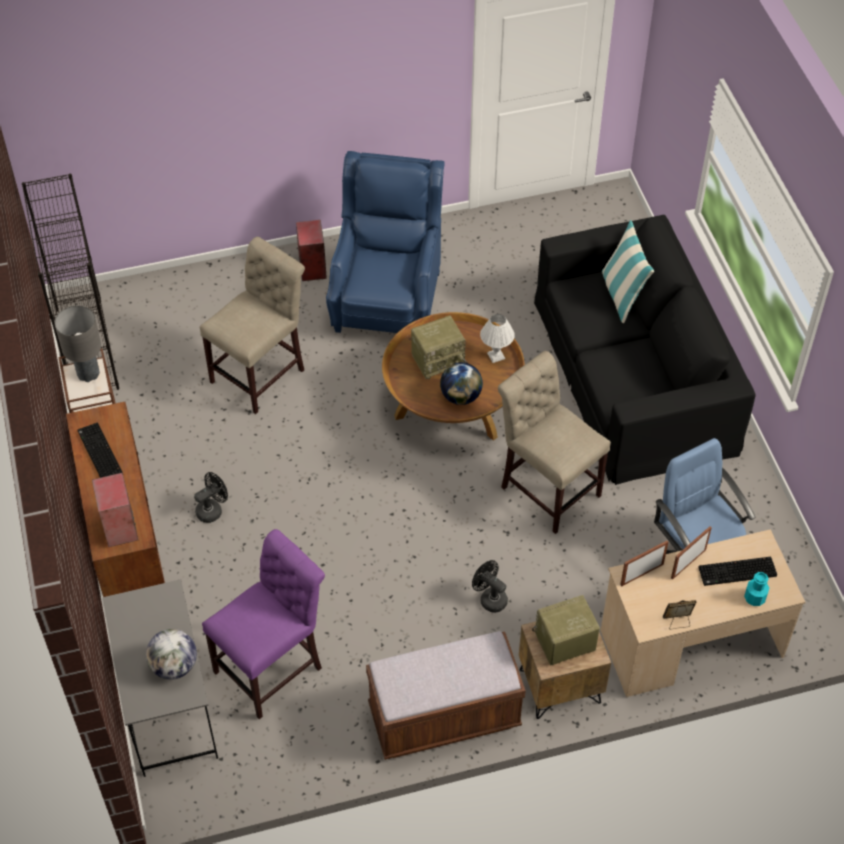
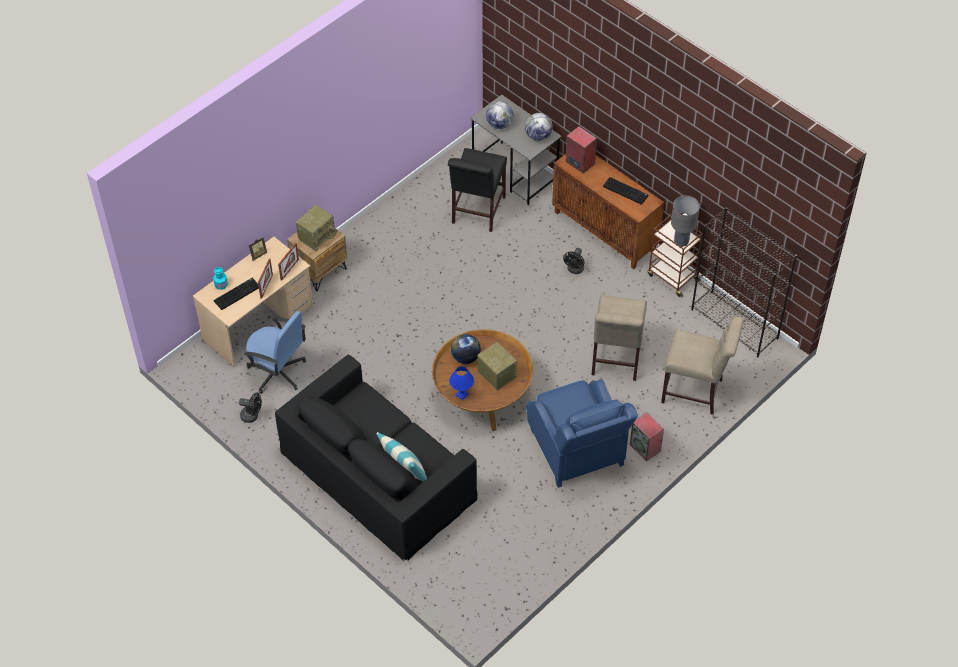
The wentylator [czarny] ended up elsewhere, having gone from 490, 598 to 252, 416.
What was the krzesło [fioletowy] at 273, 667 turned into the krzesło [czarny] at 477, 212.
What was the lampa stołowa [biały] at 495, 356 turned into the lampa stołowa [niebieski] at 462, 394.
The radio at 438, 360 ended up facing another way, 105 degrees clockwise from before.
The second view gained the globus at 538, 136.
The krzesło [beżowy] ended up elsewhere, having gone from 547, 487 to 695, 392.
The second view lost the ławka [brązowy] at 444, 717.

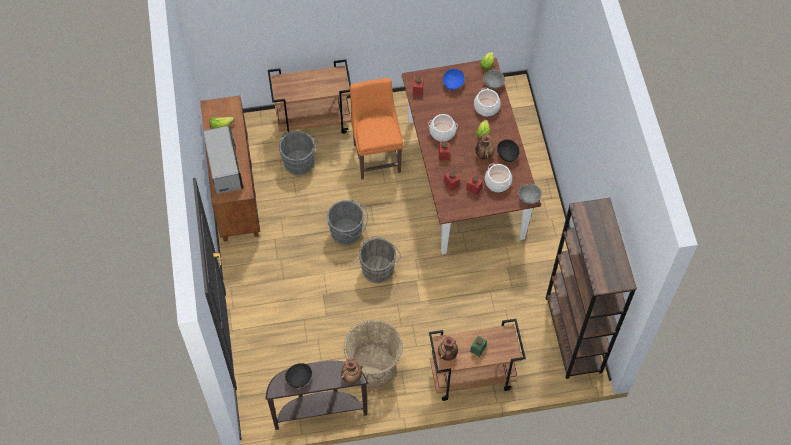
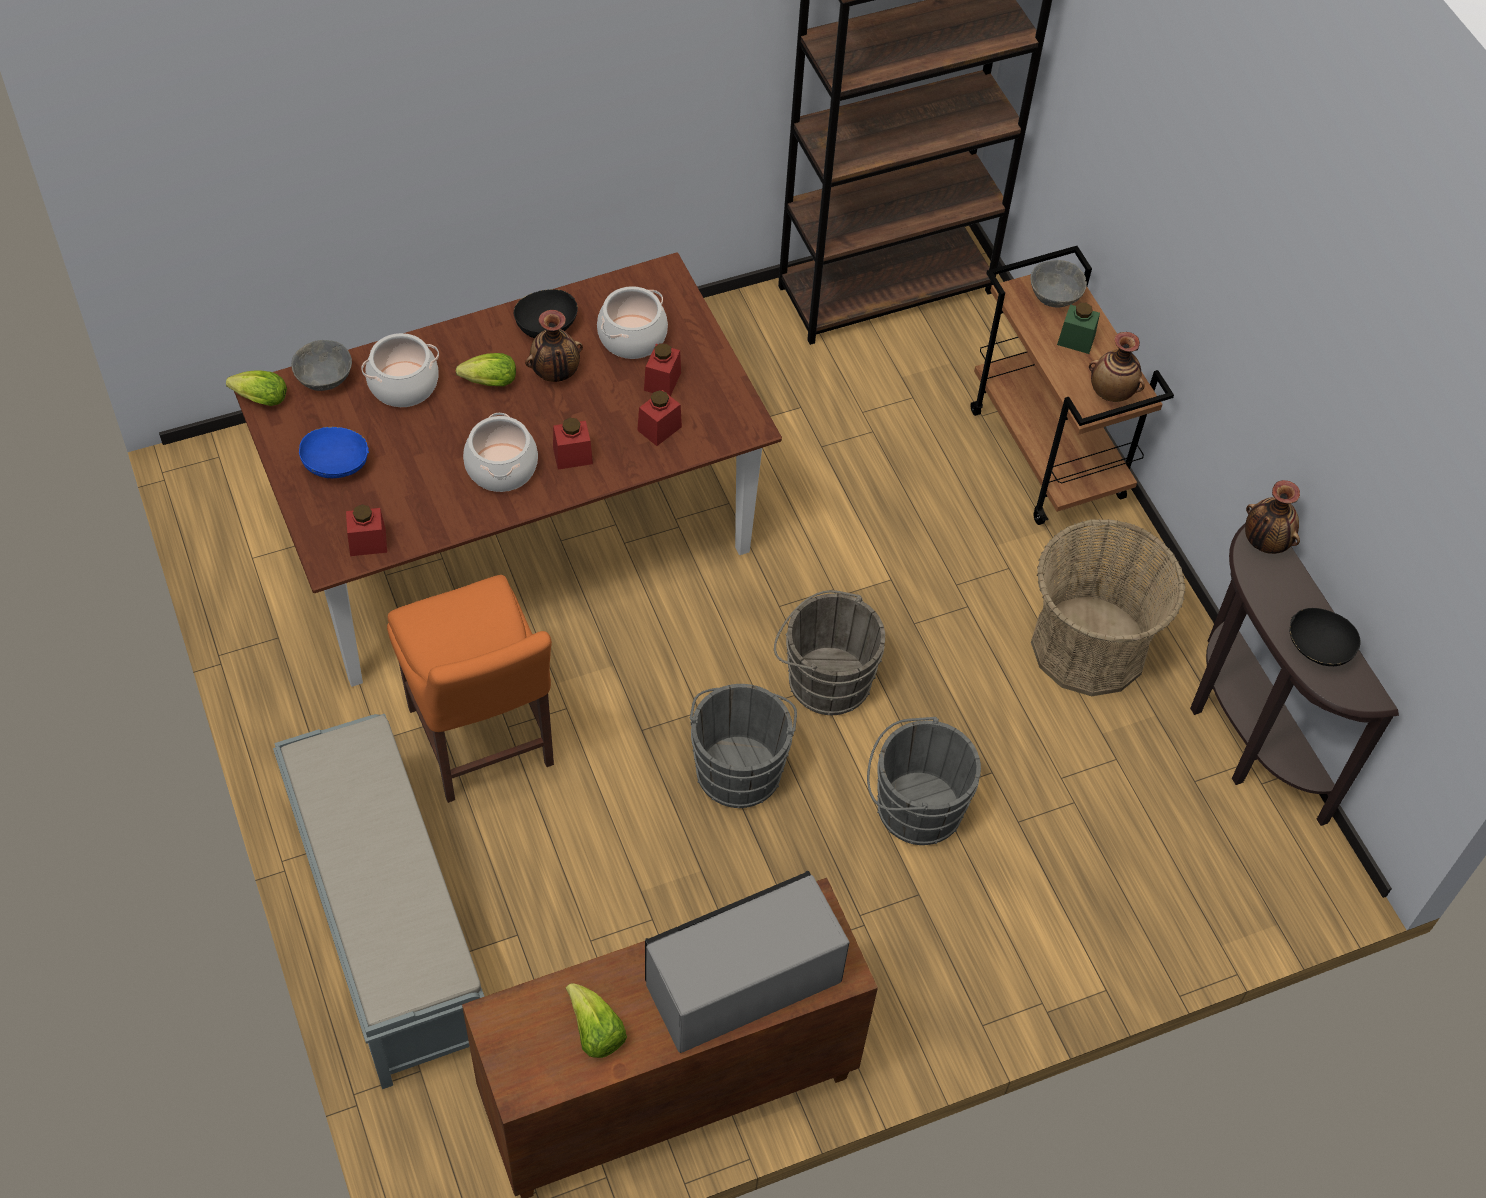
Where the wózek [brązowy] stood at 314, 121, the ławka [szary] came to stand at 388, 925.
The krzesło [pomarańczowy] at 376, 155 ended up facing another way, 90 degrees counterclockwise from before.
The wiadro [szary] ended up elsewhere, having gone from 299, 161 to 913, 807.
The miska [szary] ended up elsewhere, having gone from 528, 198 to 1054, 297.

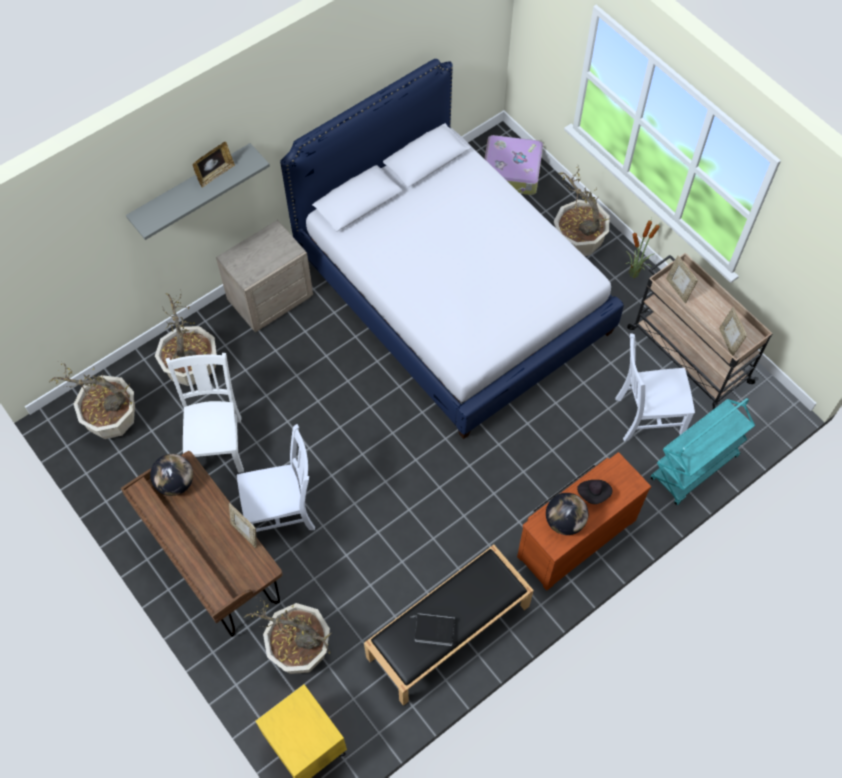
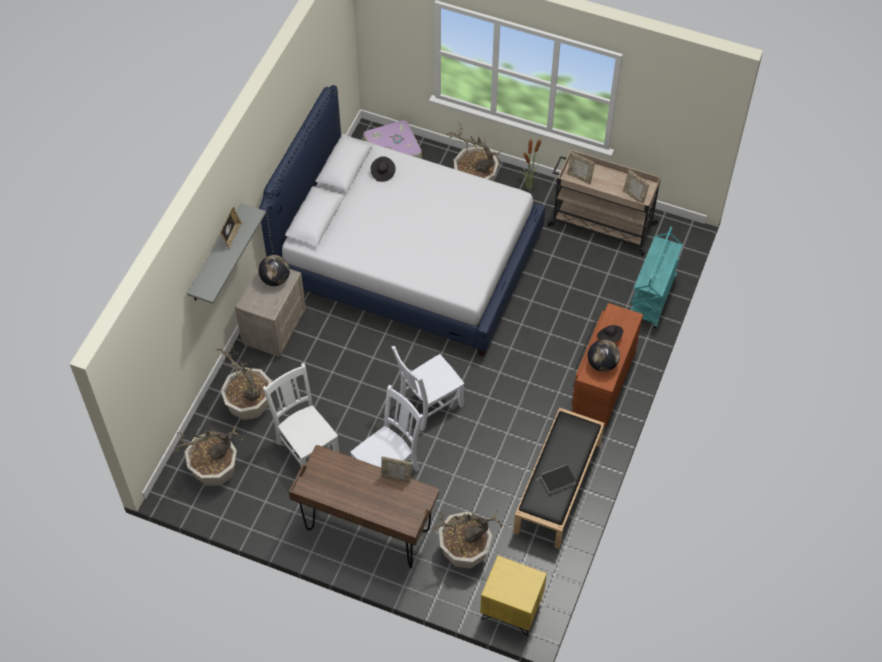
The globus ended up elsewhere, having gone from 175, 483 to 275, 279.
The second view gained the kapelusz [czarny] at 382, 173.
The krzesło [biały] ended up elsewhere, having gone from 646, 416 to 428, 405.

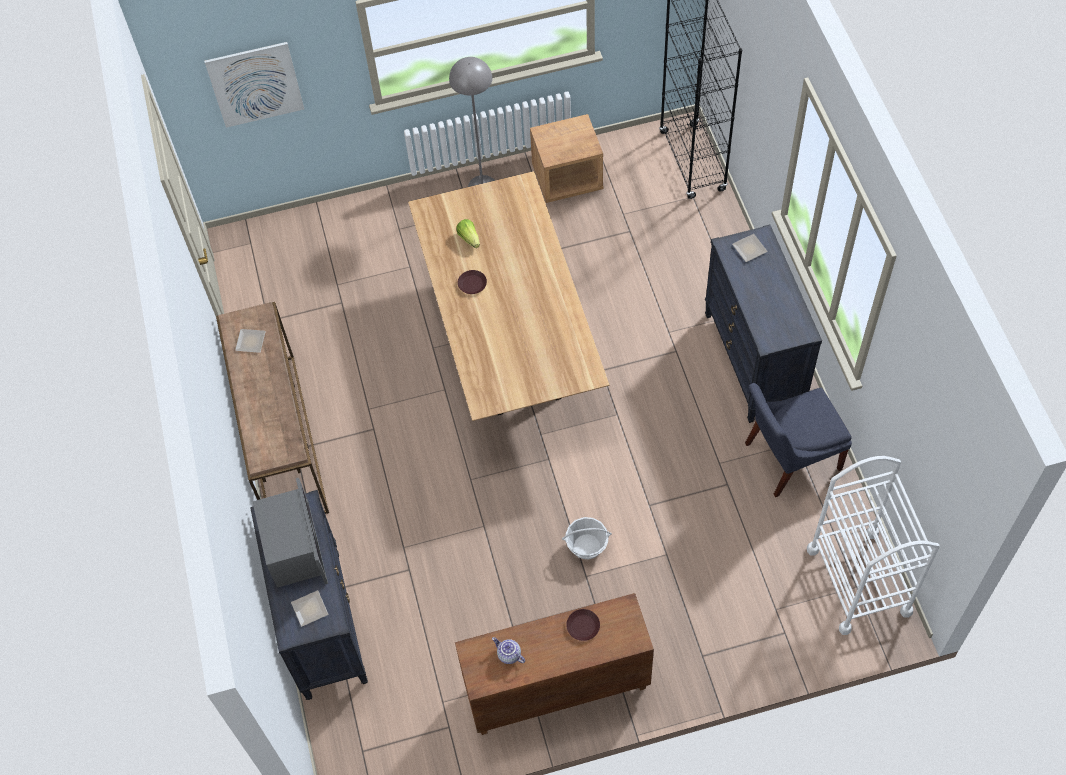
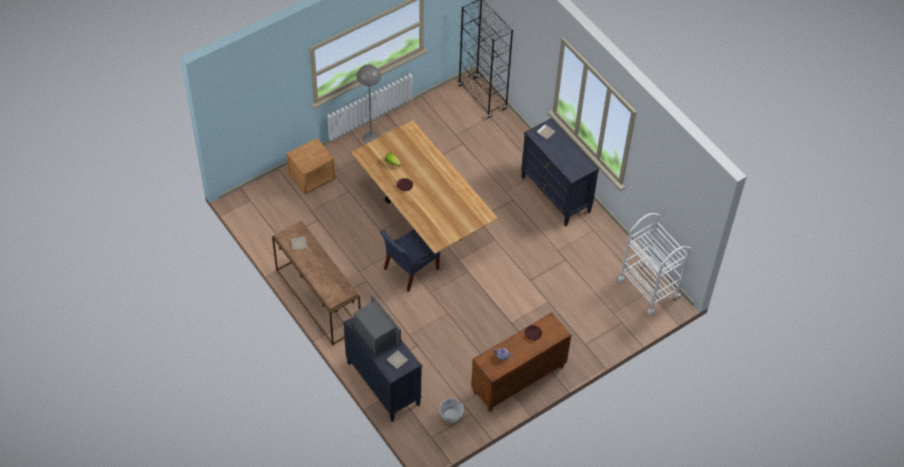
The szafka nocna [brązowy] ended up elsewhere, having gone from 567, 178 to 312, 177.
The krzesło [niebieski] ended up elsewhere, having gone from 788, 457 to 409, 270.
The koszyk ended up elsewhere, having gone from 587, 546 to 451, 415.
The second view lost the obraz at 255, 84.

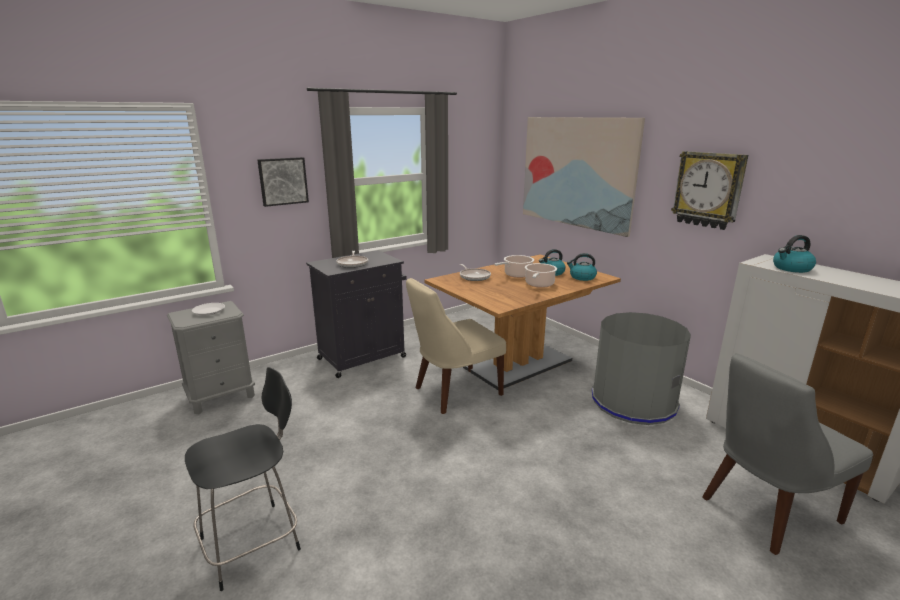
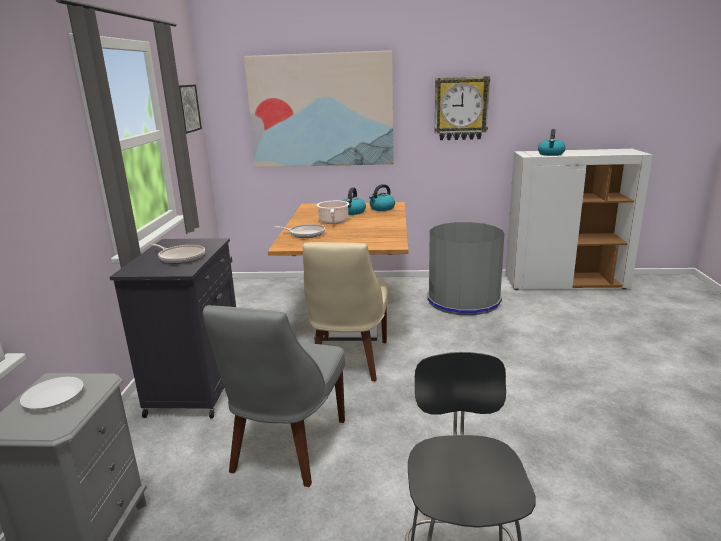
The obraz ended up elsewhere, having gone from 283, 181 to 185, 108.
The krzesło [szary] ended up elsewhere, having gone from 765, 510 to 286, 449.
The second view lost the garnek at 539, 284.

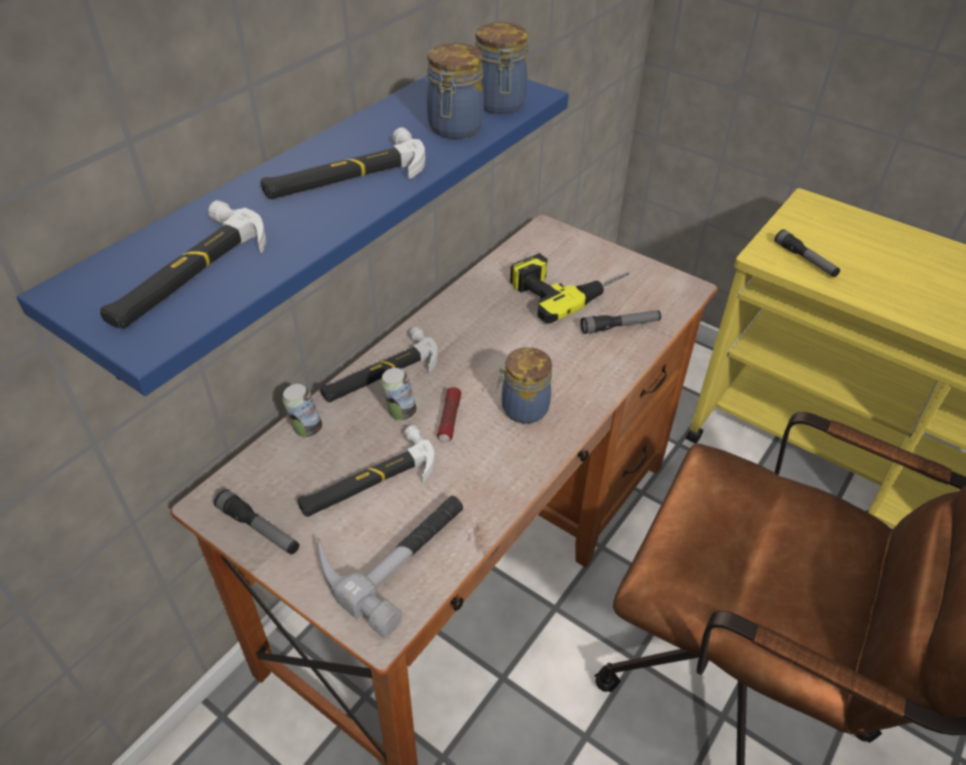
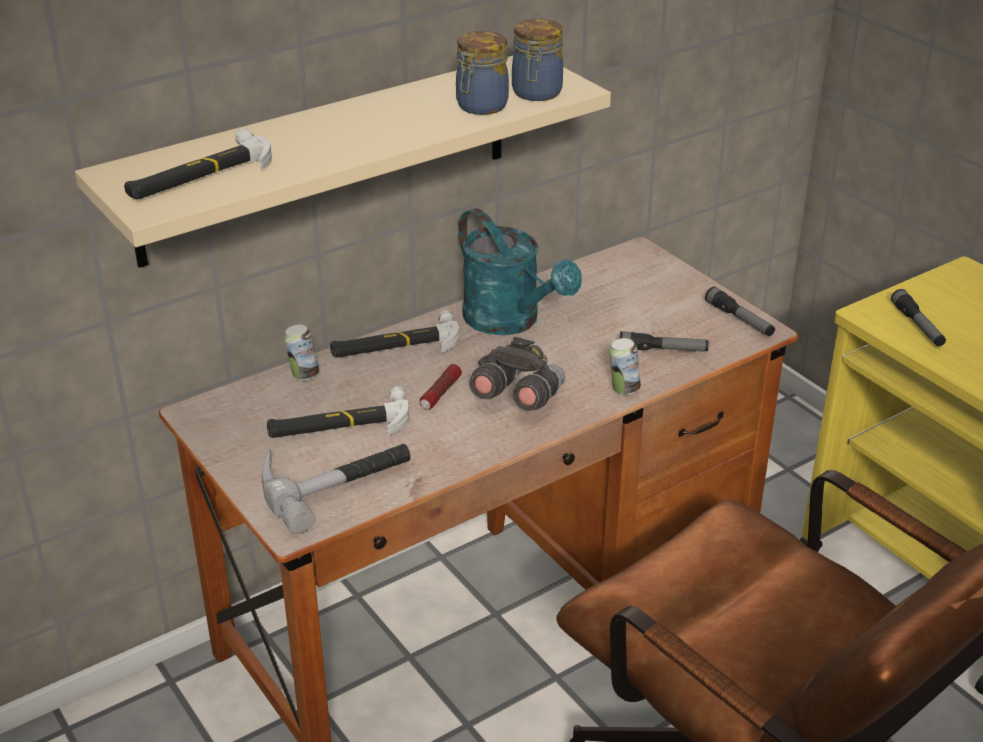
What was the półka [niebieski] at 293, 207 turned into the półka [beżowy] at 327, 157.
The second view gained the konewka [turkusowy] at 511, 321.
Where the słoik stood at 522, 408, the lornetka [szary] came to stand at 517, 398.
The puszka ended up elsewhere, having gone from 400, 413 to 623, 389.
The latarka ended up elsewhere, having gone from 259, 529 to 739, 319.
The second view lost the młotek at 346, 176.
The second view lost the wiertarka at 566, 287.

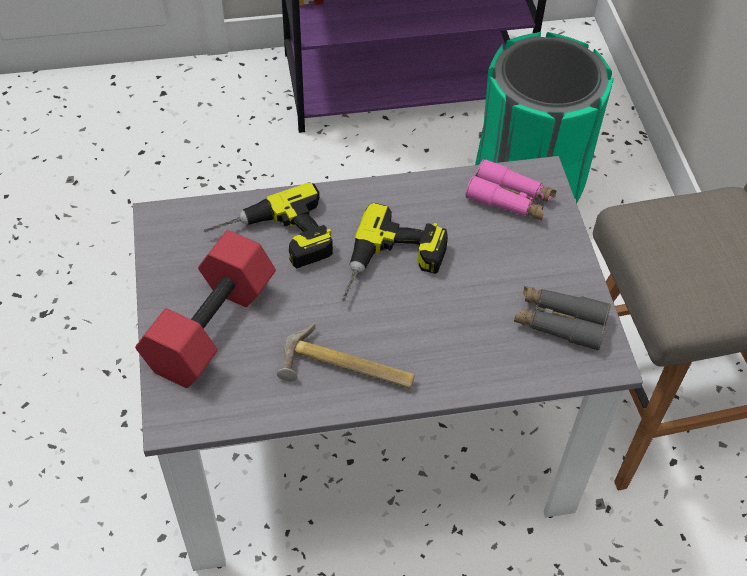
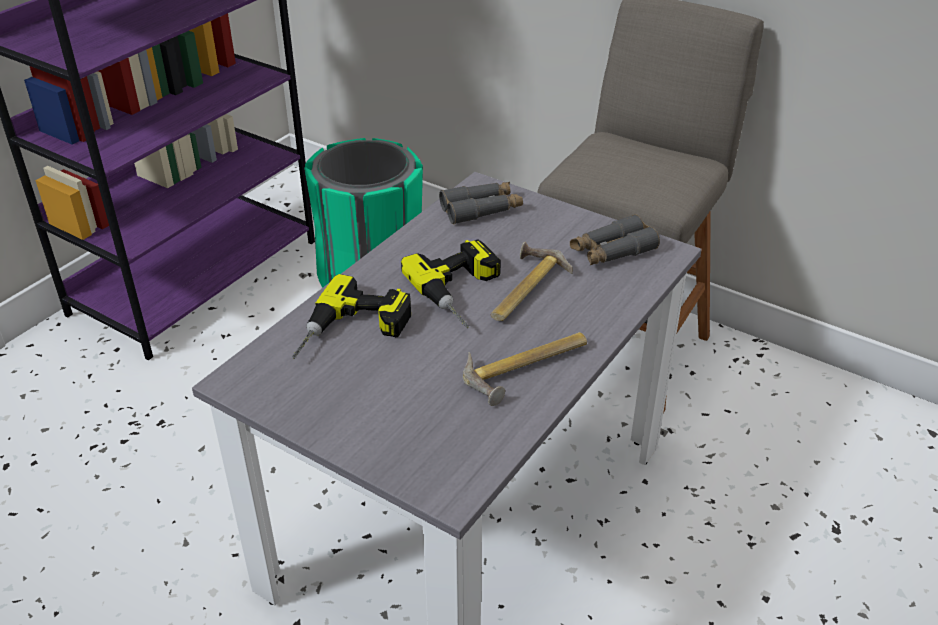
What was the lornetka [różowy] at 510, 199 turned into the lornetka [szary] at 481, 209.
The second view gained the młotek at 522, 289.
The second view lost the hantel [czerwony] at 209, 324.

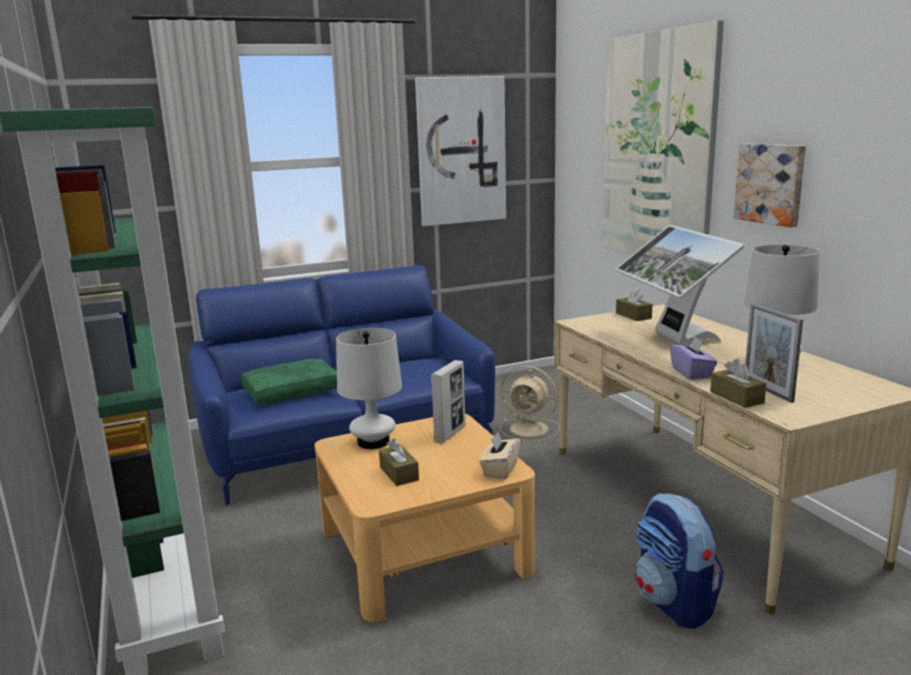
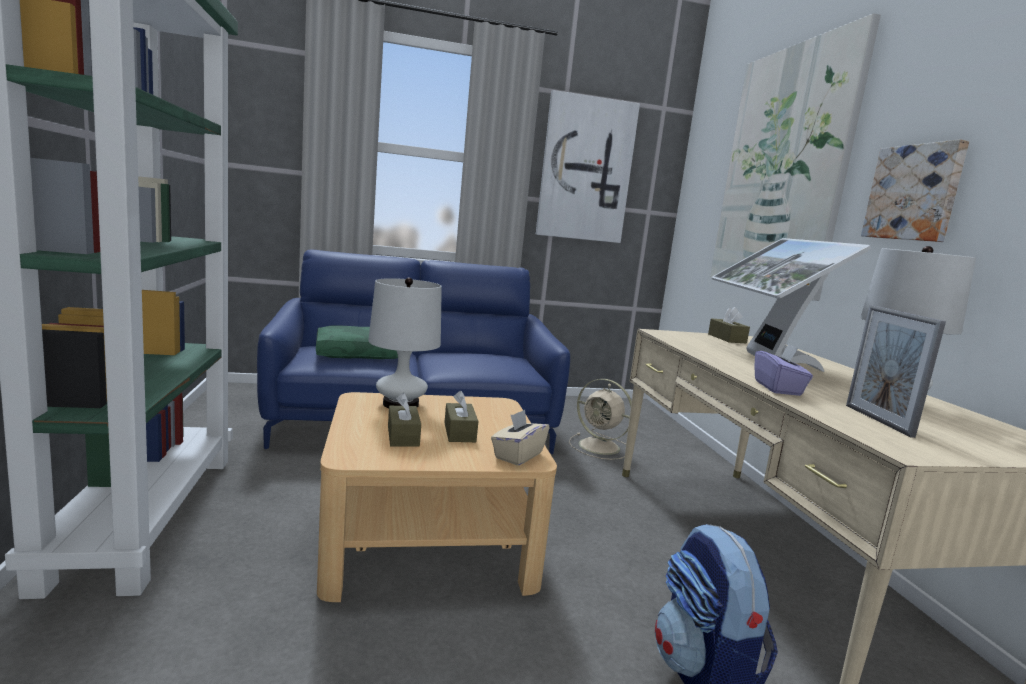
The pudełko chusteczek [brązowy] ended up elsewhere, having gone from 736, 397 to 459, 432.
The second view lost the ramka na zdjęcie at 450, 434.

